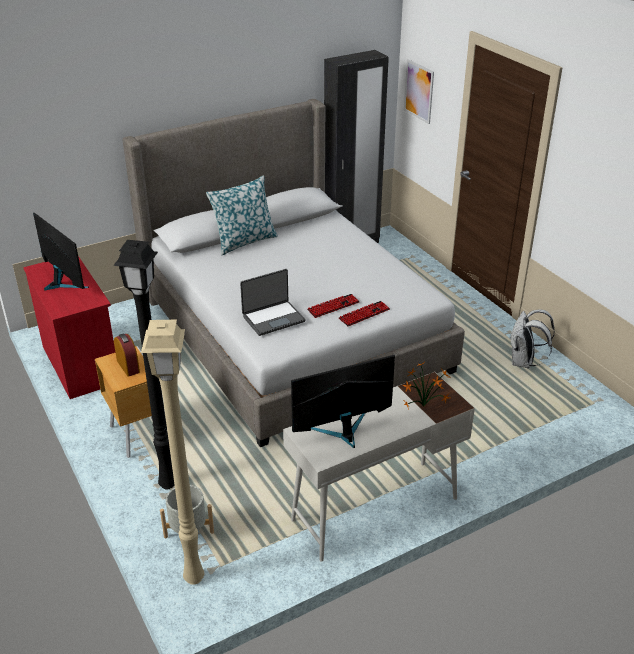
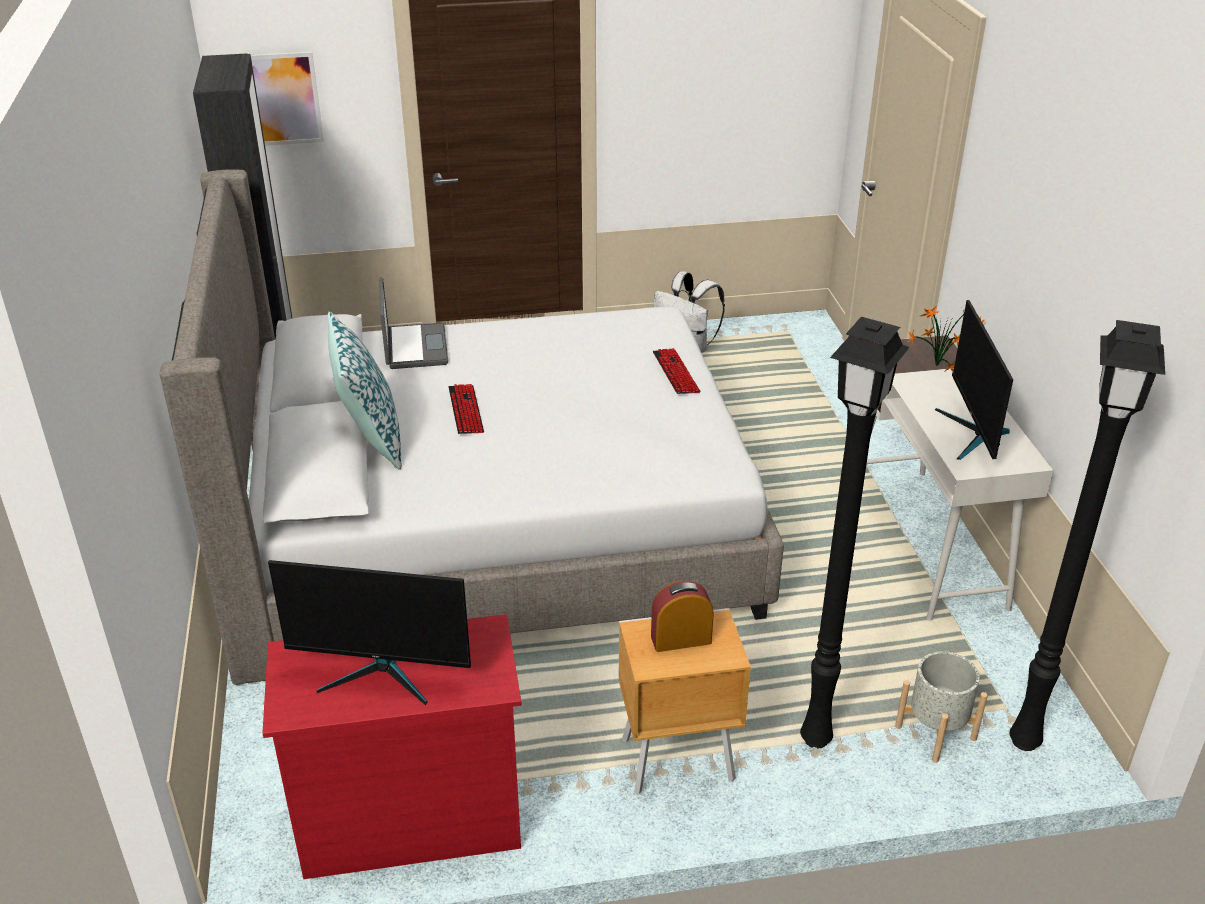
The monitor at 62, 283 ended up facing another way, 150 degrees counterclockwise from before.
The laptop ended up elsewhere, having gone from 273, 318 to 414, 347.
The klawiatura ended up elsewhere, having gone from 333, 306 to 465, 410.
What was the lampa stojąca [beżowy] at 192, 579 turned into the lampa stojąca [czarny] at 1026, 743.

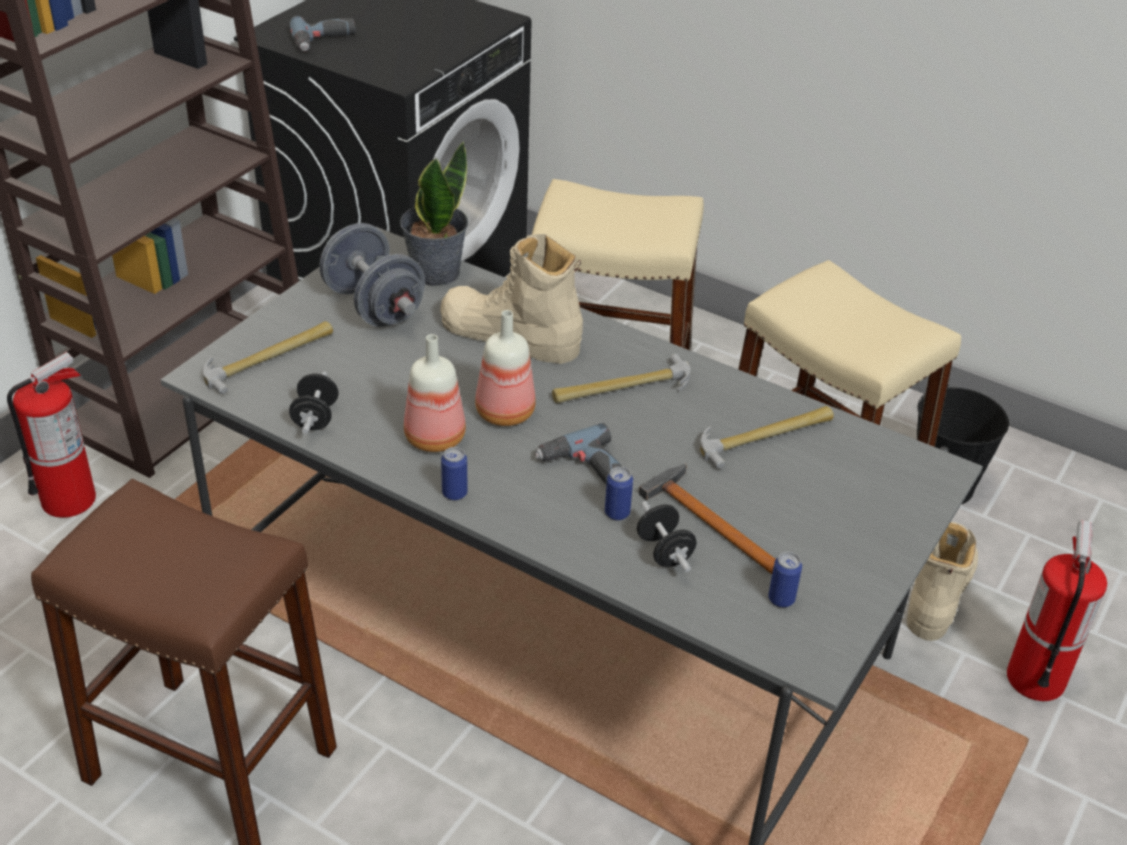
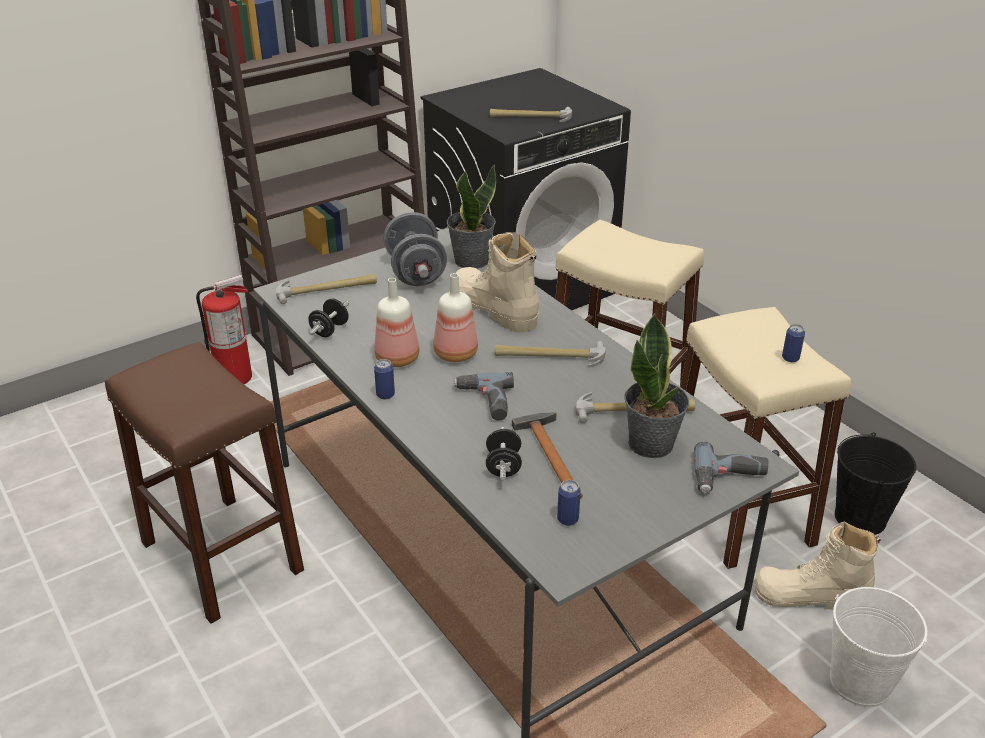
The second view gained the młotek at 530, 117.
The second view gained the roślina doniczkowa at 651, 443.
The wiertarka ended up elsewhere, having gone from 324, 41 to 729, 478.
The but z cholewką [beżowy] at 939, 594 ended up facing another way, 135 degrees counterclockwise from before.
The puszka ended up elsewhere, having gone from 617, 513 to 790, 358.
Where the gaśnica stood at 1035, 678, the wiadro [biały] came to stand at 860, 681.

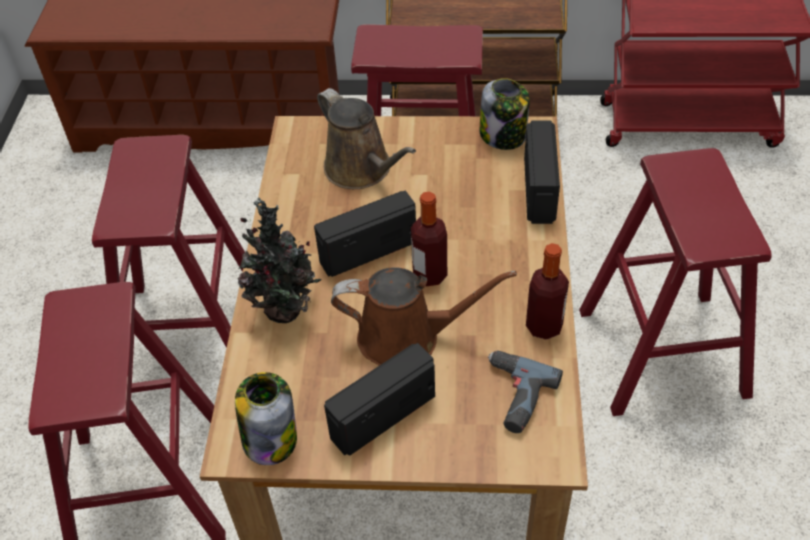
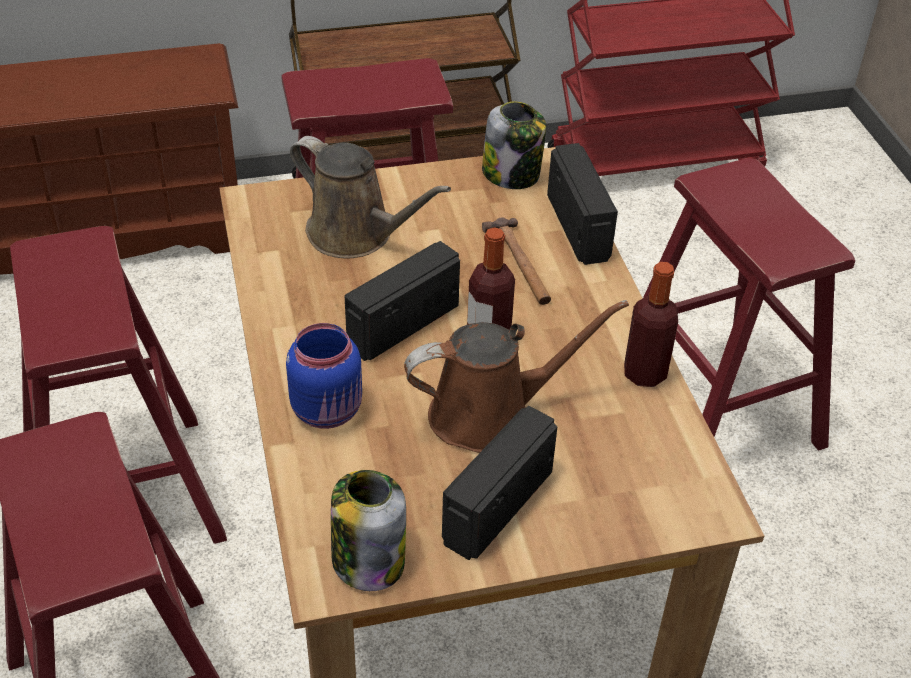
Where the roślina doniczkowa stood at 287, 312, the słoik [niebieski] came to stand at 329, 410.
The second view gained the młotek at 519, 263.
The second view lost the wiertarka at 512, 396.

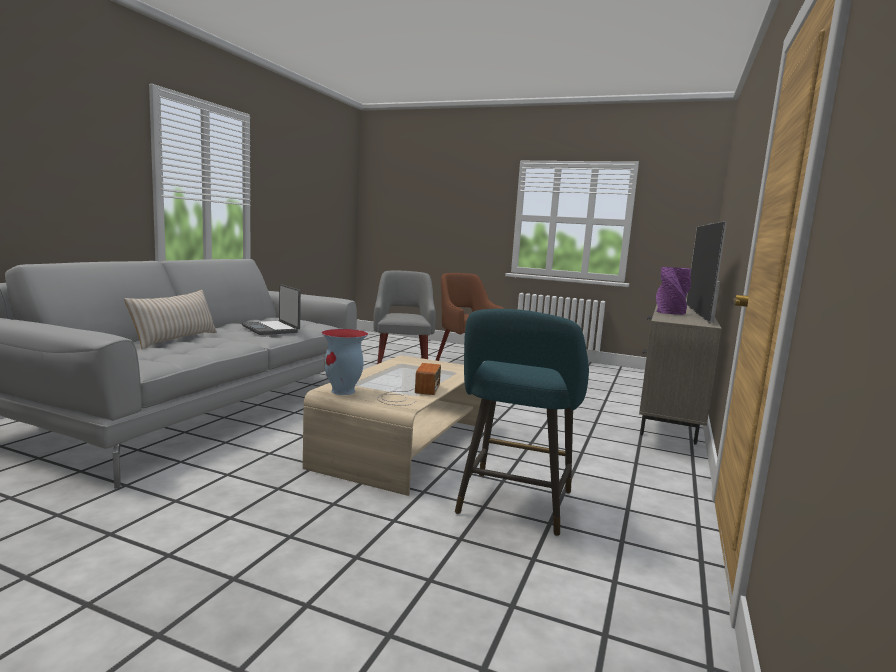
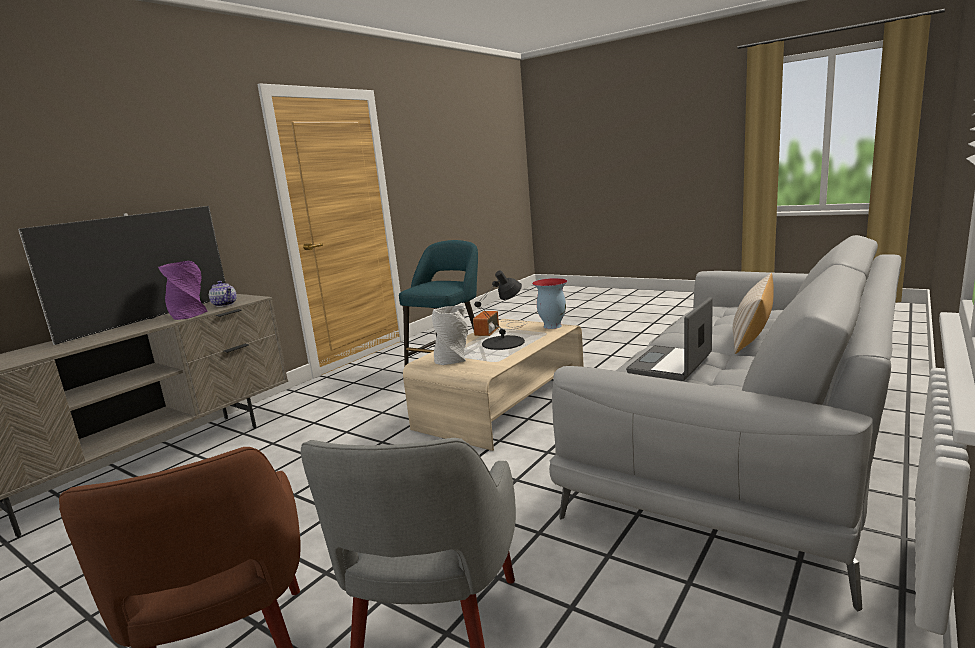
The second view gained the imbryk at 225, 304.
The second view gained the wazon [szary] at 453, 359.
The second view gained the lampa stołowa [czarny] at 504, 342.
The laptop at 271, 329 ended up facing another way, 120 degrees counterclockwise from before.

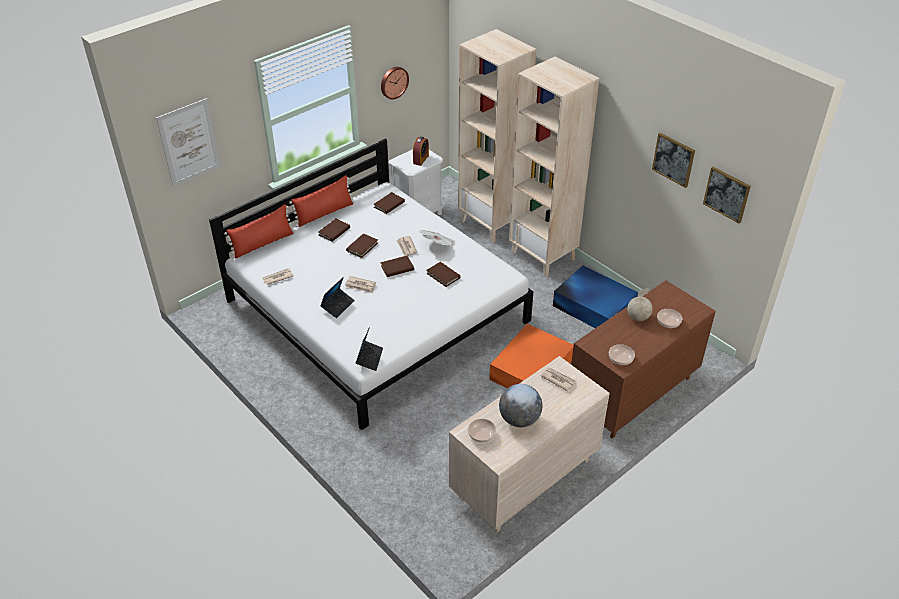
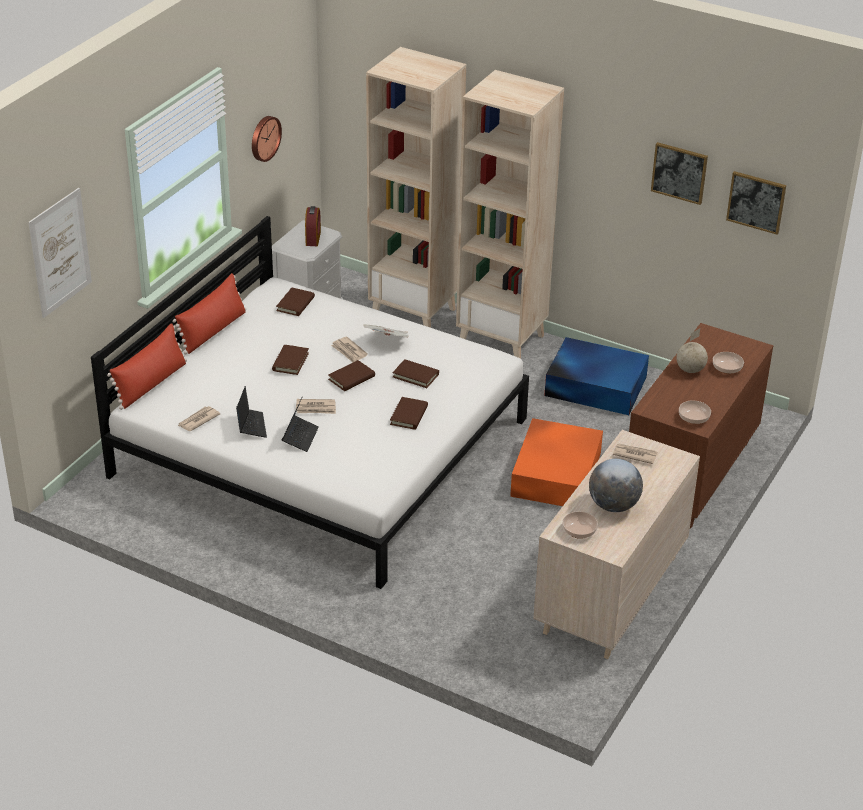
The laptop ended up elsewhere, having gone from 369, 358 to 251, 426.
The książka [brązowy] ended up elsewhere, having gone from 334, 231 to 409, 415.

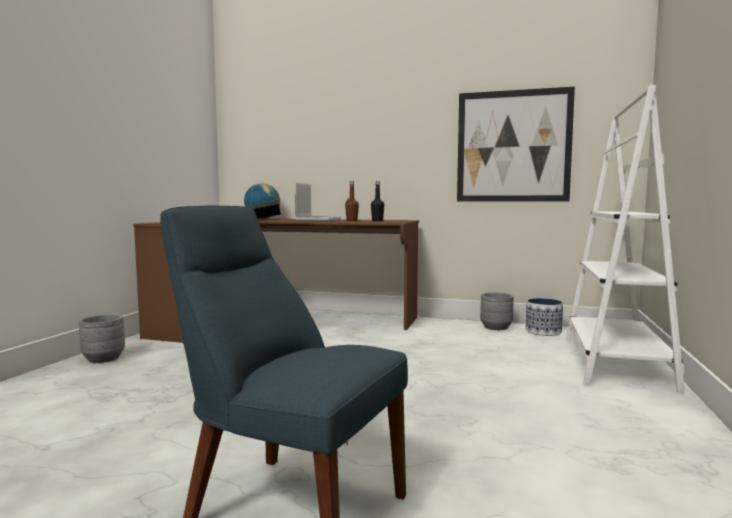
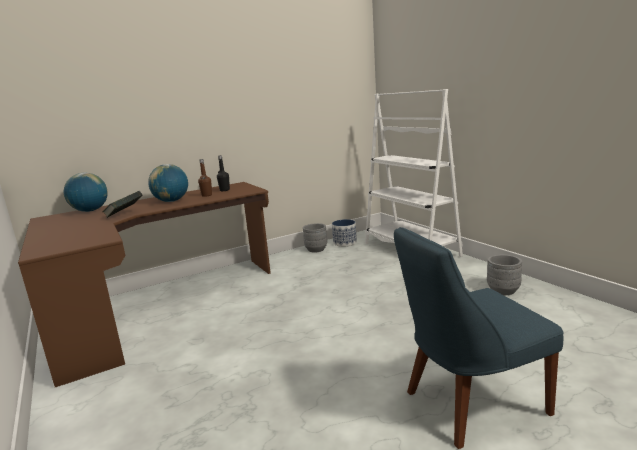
Where the laptop stood at 318, 220, the globus came to stand at 171, 201.
The donica [szary] ended up elsewhere, having gone from 104, 358 to 503, 290.
The second view lost the obraz at 513, 146.

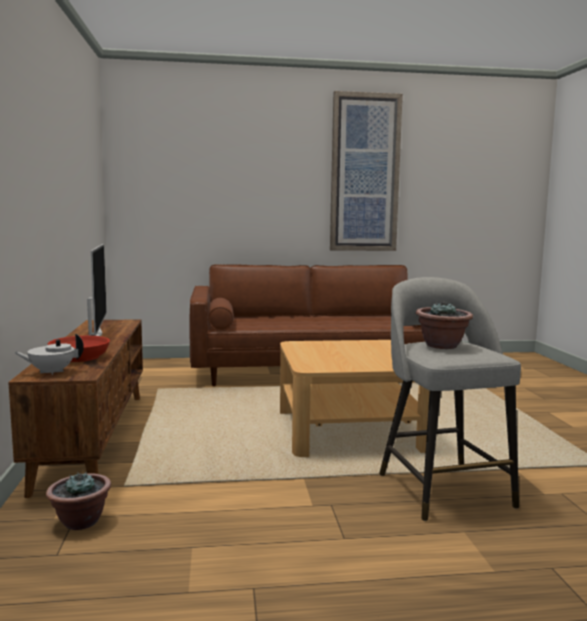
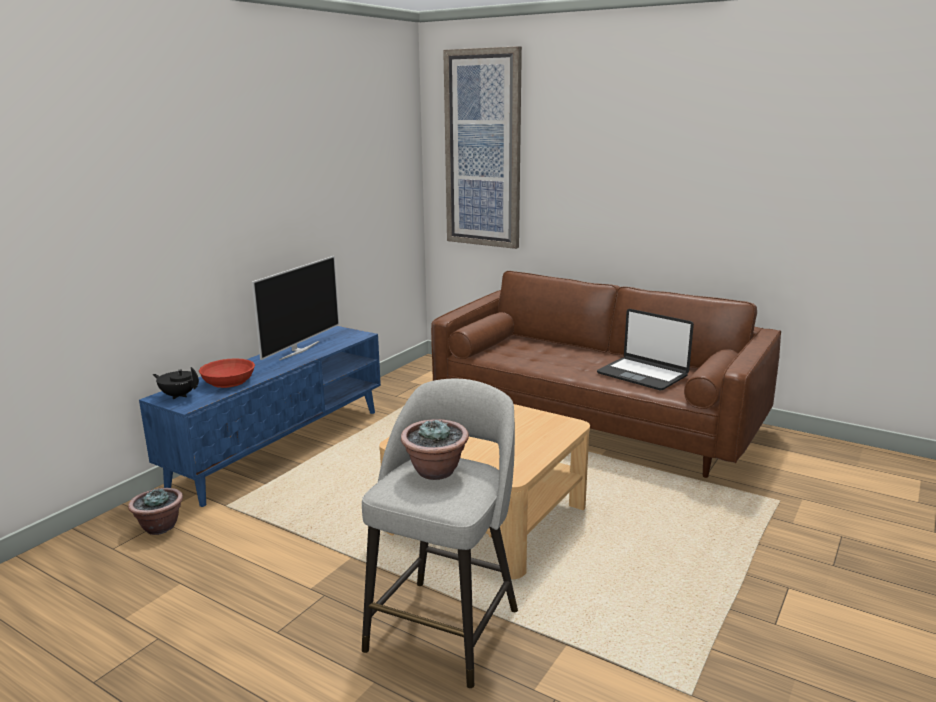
What was the szafka pod telewizor [brązowy] at 93, 437 turned into the szafka pod telewizor [niebieski] at 281, 447.
What was the imbryk [biały] at 51, 372 turned into the imbryk [czarny] at 178, 395.
The obraz ended up elsewhere, having gone from 364, 173 to 483, 150.
The second view gained the laptop at 643, 374.

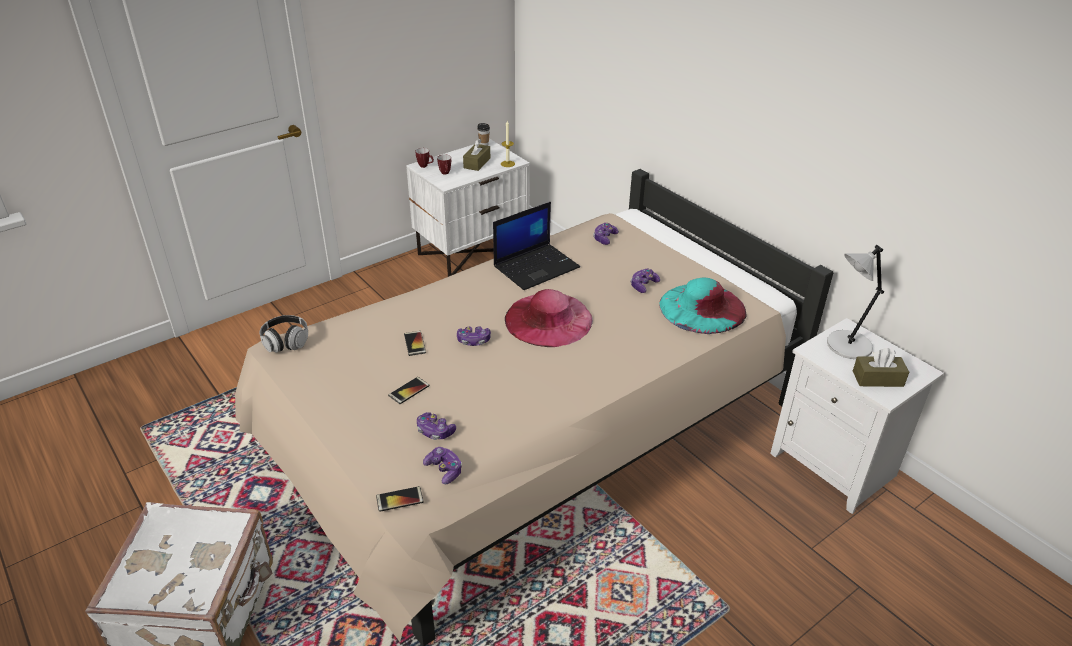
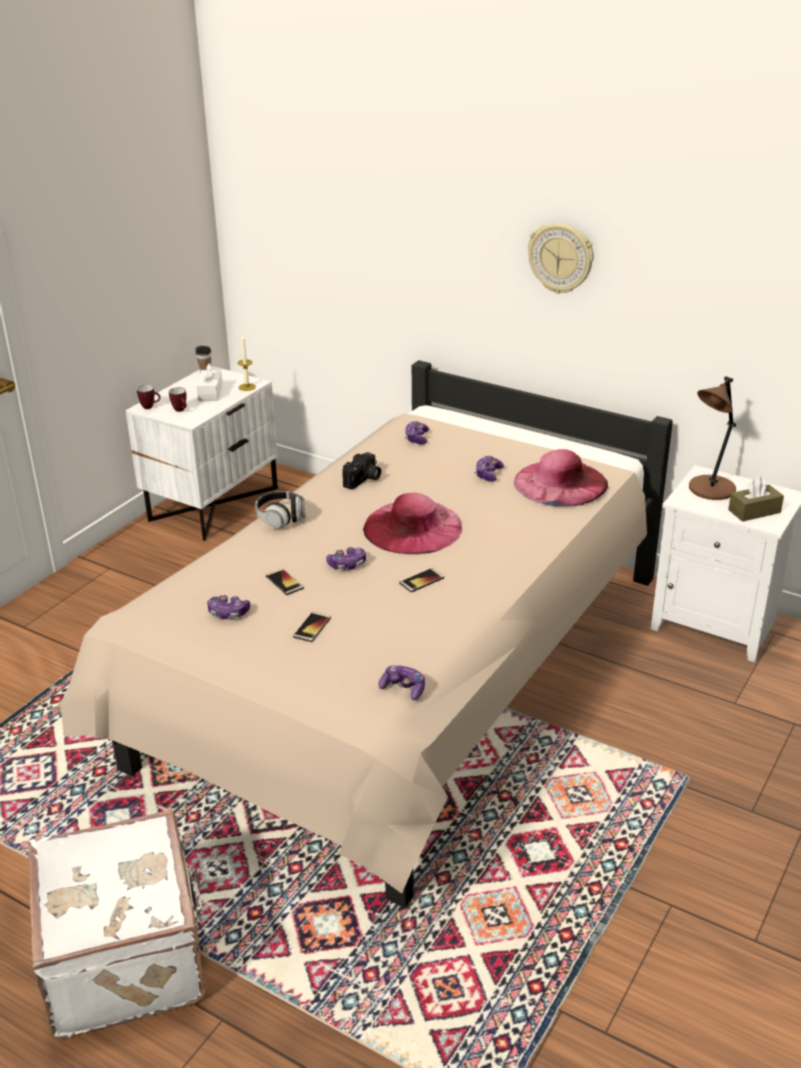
What was the pudełko chusteczek [brązowy] at 477, 163 turned into the pudełko chusteczek [biały] at 210, 392.
The pad do gier ended up elsewhere, having gone from 435, 431 to 228, 613.
The słuchawki ended up elsewhere, having gone from 286, 342 to 281, 518.
Where the laptop stood at 536, 266, the aparat fotograficzny came to stand at 363, 480.
The telefon ended up elsewhere, having gone from 399, 499 to 421, 581.
What was the kapelusz [turkusowy] at 702, 308 turned into the kapelusz [różowy] at 560, 482.
The second view gained the zegar ścienny at 561, 258.
What was the lampa stołowa [szary] at 847, 346 turned into the lampa stołowa [brązowy] at 710, 490.

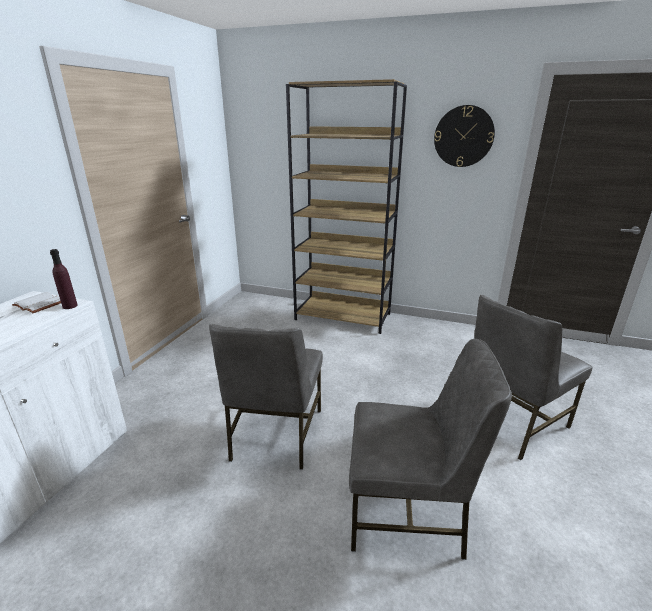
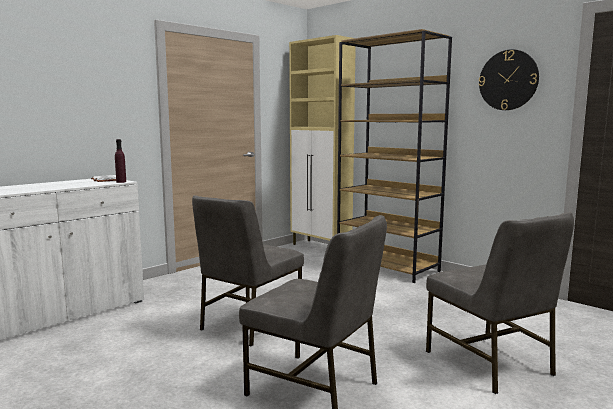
The second view gained the szafka [beżowy] at 321, 247.
The krzesło [szary] at 511, 422 ended up facing another way, 105 degrees counterclockwise from before.

